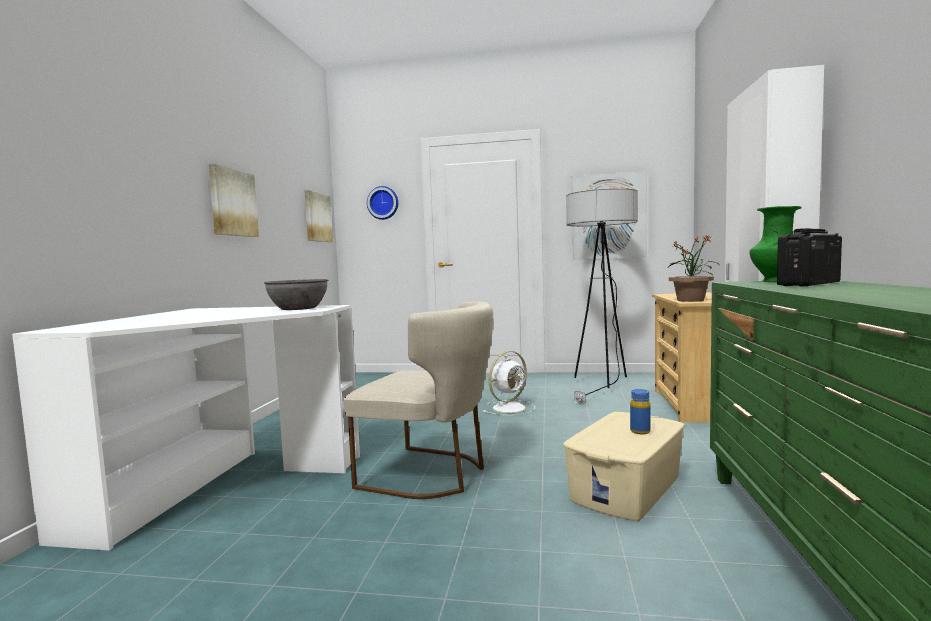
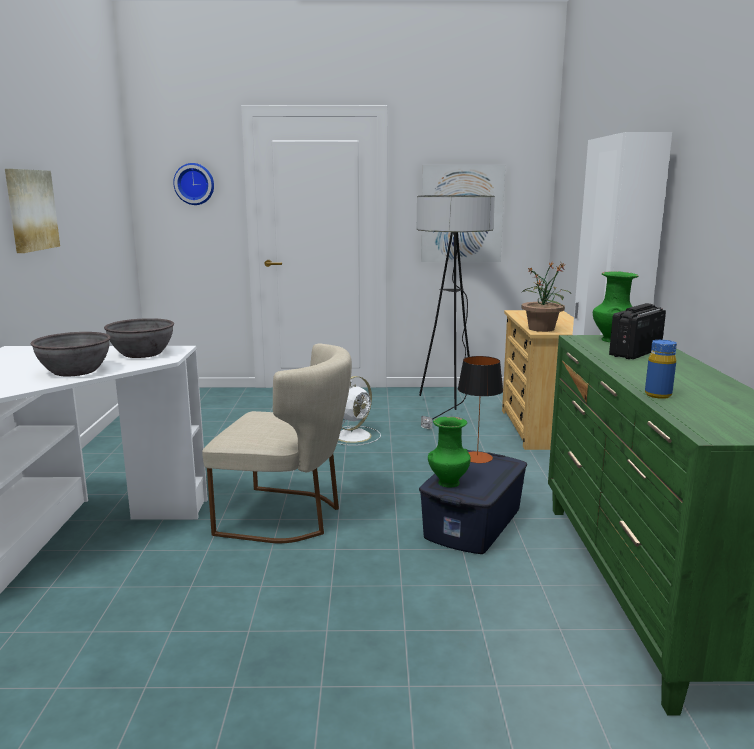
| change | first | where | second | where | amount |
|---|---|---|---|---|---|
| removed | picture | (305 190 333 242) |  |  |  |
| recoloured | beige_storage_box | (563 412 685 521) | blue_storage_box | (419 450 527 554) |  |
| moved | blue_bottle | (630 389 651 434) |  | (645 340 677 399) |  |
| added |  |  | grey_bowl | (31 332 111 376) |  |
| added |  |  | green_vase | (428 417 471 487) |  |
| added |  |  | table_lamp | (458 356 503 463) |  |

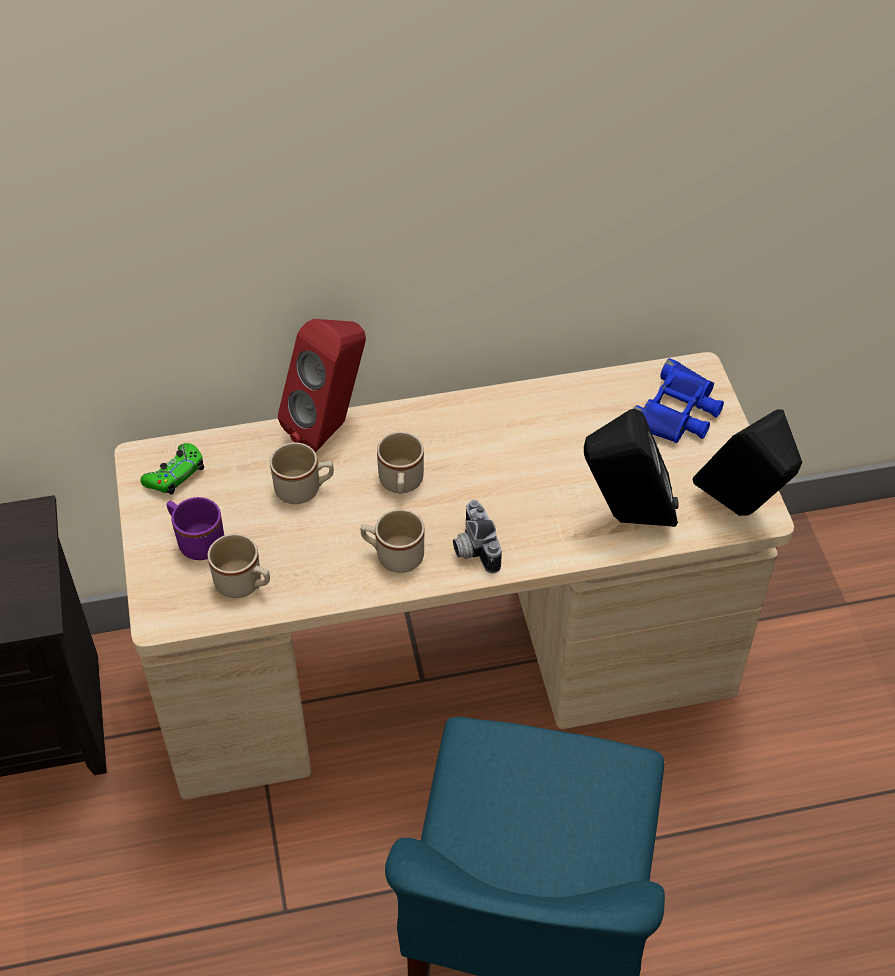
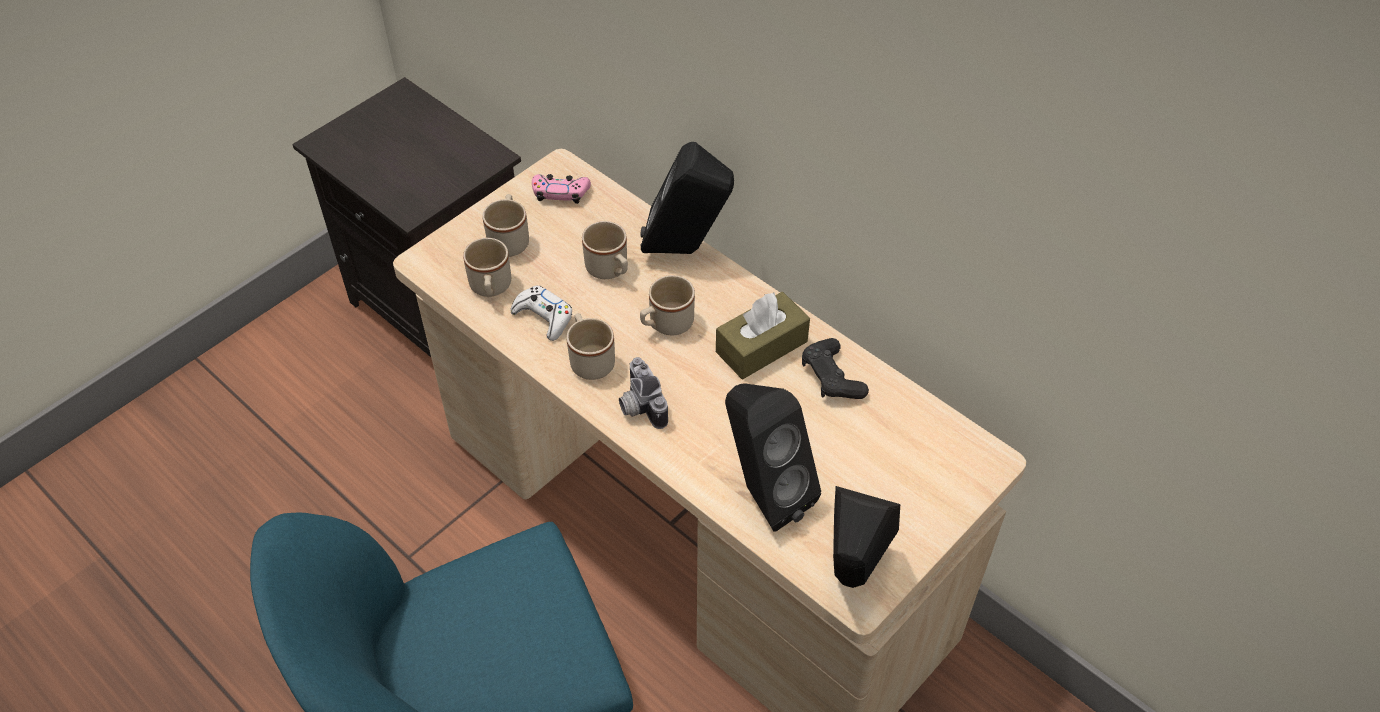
| change | first | where | second | where | amount |
|---|---|---|---|---|---|
| recoloured | green_game_controller | (140 443 204 495) | pink_game_controller | (532 174 591 204) |  |
| recoloured | purple_mug | (166 497 224 560) | beige_mug | (482 194 529 257) |  |
| recoloured | red_speaker | (278 319 366 453) | black_speaker | (640 142 734 254) |  |
| turned | photo_camera | (453 500 502 573) |  | (619 357 668 429) | 60 degrees counterclockwise |
| removed | blue_binoculars | (633 358 724 443) |  |  |  |
| added |  |  | white_game_controller | (511 286 572 341) |  |
| added |  |  | brown_tissue_box | (716 292 810 379) |  |
| added |  |  | black_game_controller | (802 338 869 399) |  |

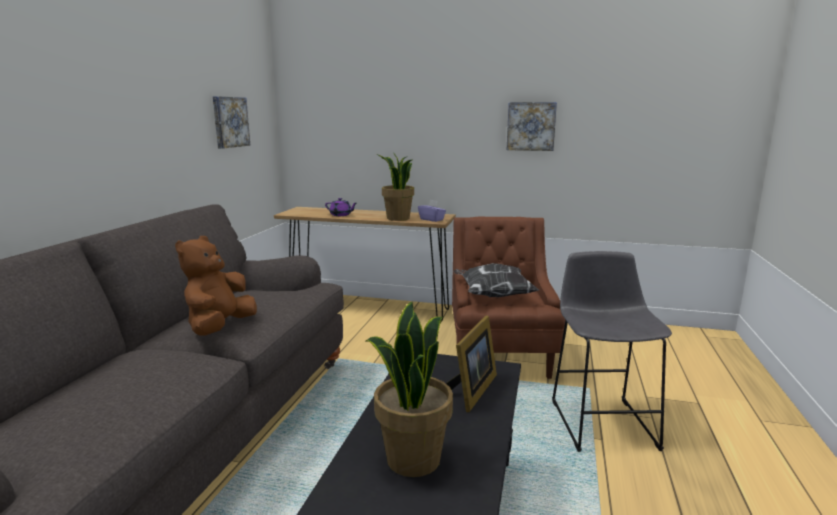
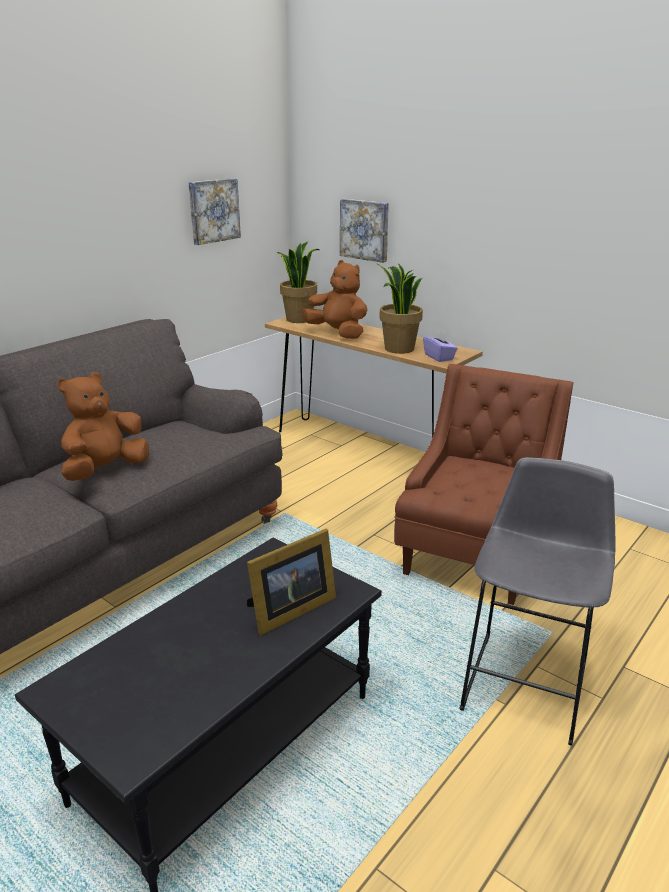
| change | first | where | second | where | amount |
|---|---|---|---|---|---|
| replaced | purple_teapot | (325 198 356 216) | brown_plush_toy | (302 260 367 339) |  |
| moved | potted_plant | (366 302 453 477) |  | (277 242 320 323) |  |
| removed | pillow | (454 263 539 297) |  |  |  |
| moved | picture | (507 102 557 151) |  | (340 199 389 263) |  |

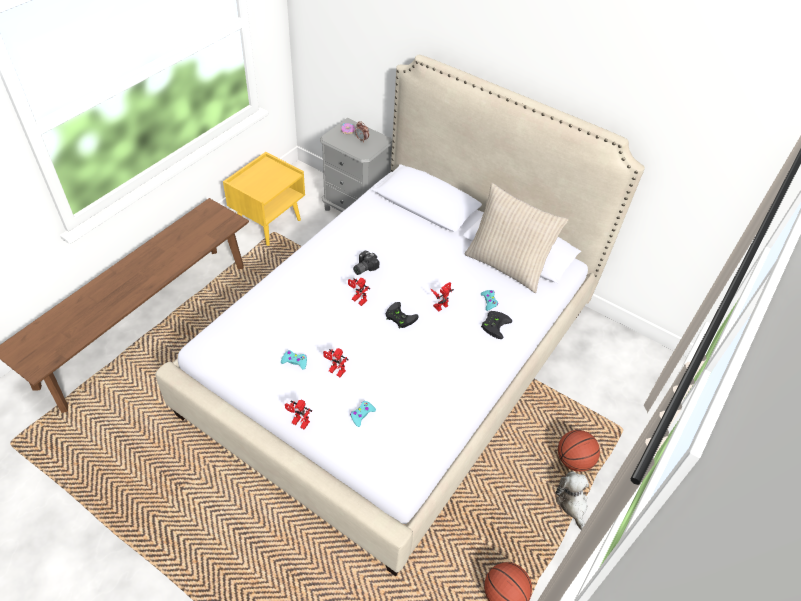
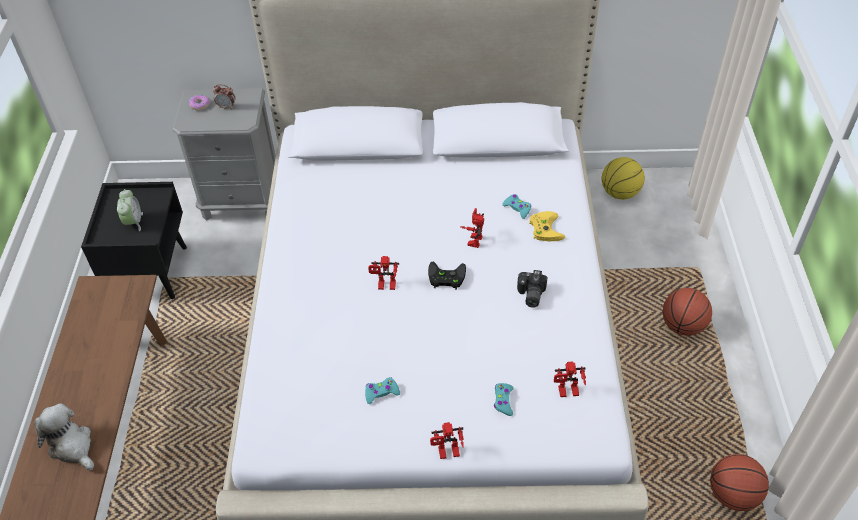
| change | first | where | second | where | amount |
|---|---|---|---|---|---|
| recoloured | yellow_nightstand | (223 152 305 246) | black_nightstand | (81 182 187 299) |  |
| moved | toy_robot | (323 349 349 377) |  | (554 362 586 397) |  |
| moved | photo_camera | (353 251 379 275) |  | (517 270 548 308) |  |
| removed | beige_pillow | (465 183 568 293) |  |  |  |
| recoloured | black_game_controller | (481 311 512 339) | yellow_game_controller | (529 211 565 241) |  |
| moved | plush_toy | (555 471 589 530) |  | (34 404 94 471) |  |
| added |  |  | alarm_clock | (117 189 143 231) |  |
| added |  |  | basketball | (602 157 645 199) |  |

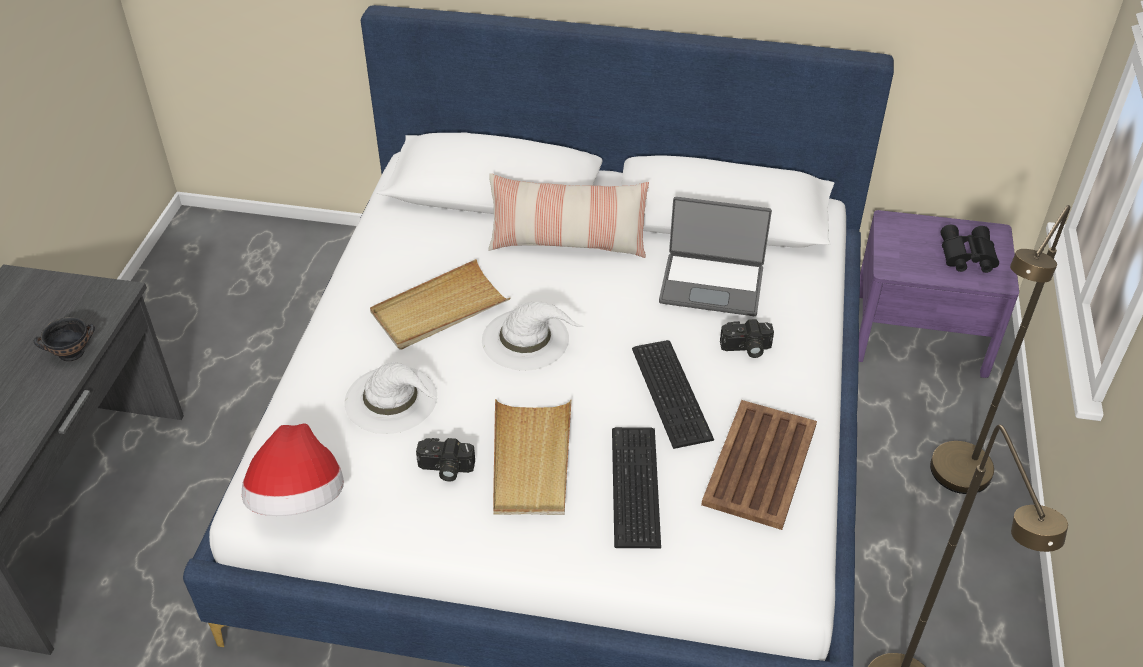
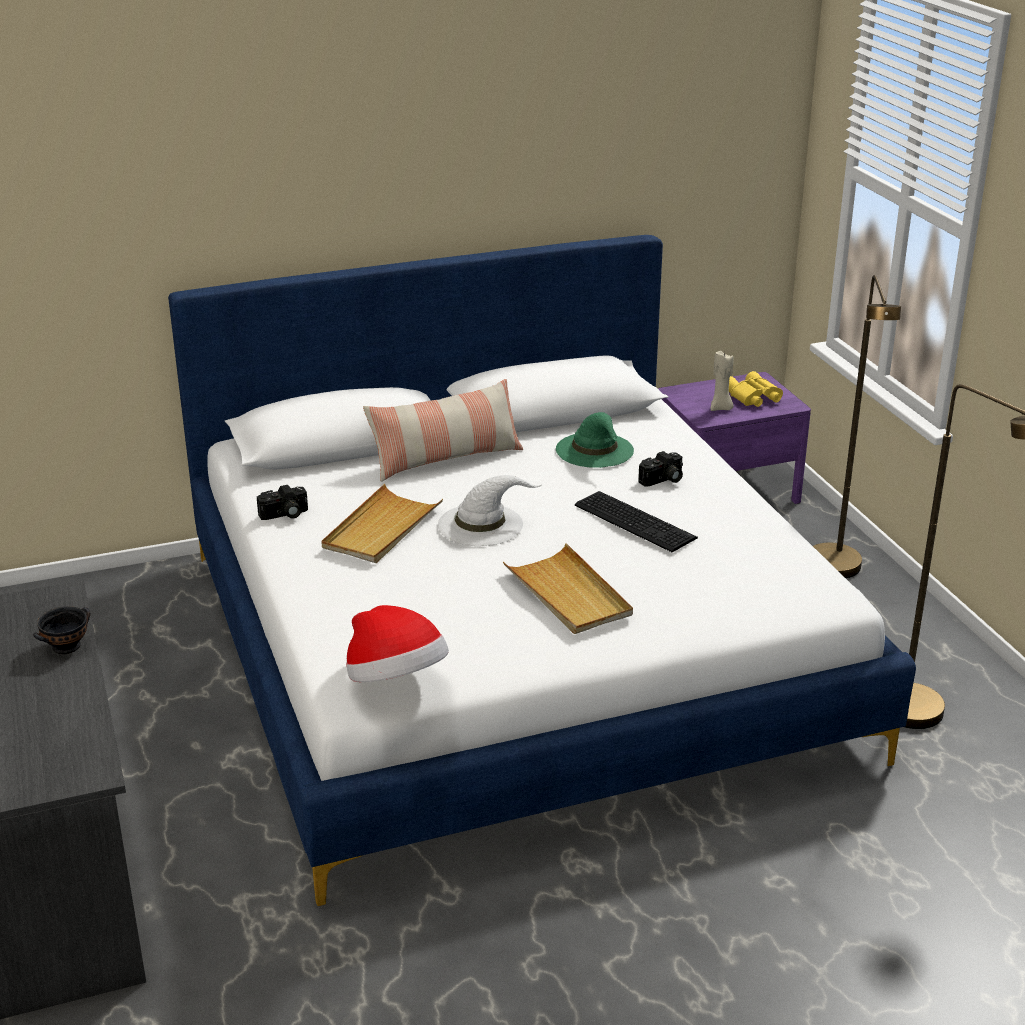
| change | first | where | second | where | amount |
|---|---|---|---|---|---|
| removed | white_hat | (344 362 438 434) |  |  |  |
| moved | photo_camera | (416 438 475 482) |  | (257 485 308 520) |  |
| removed | keyboard | (612 427 661 548) |  |  |  |
| replaced | laptop | (659 197 772 316) | green_hat | (556 412 634 468) |  |
| removed | brown_tray | (701 400 817 530) |  |  |  |
| recoloured | black_binoculars | (940 225 999 273) | yellow_binoculars | (729 371 783 407) |  |
| added |  |  | beige_candle | (711 351 734 411) |  |

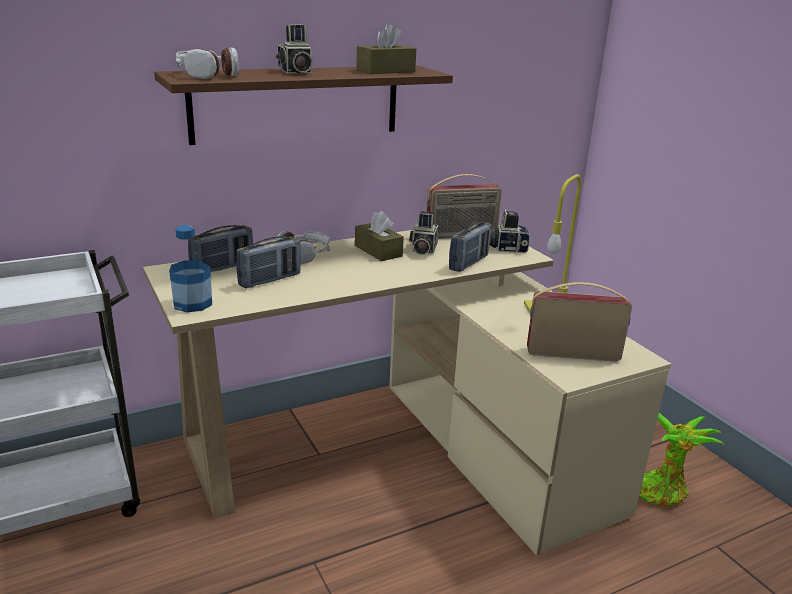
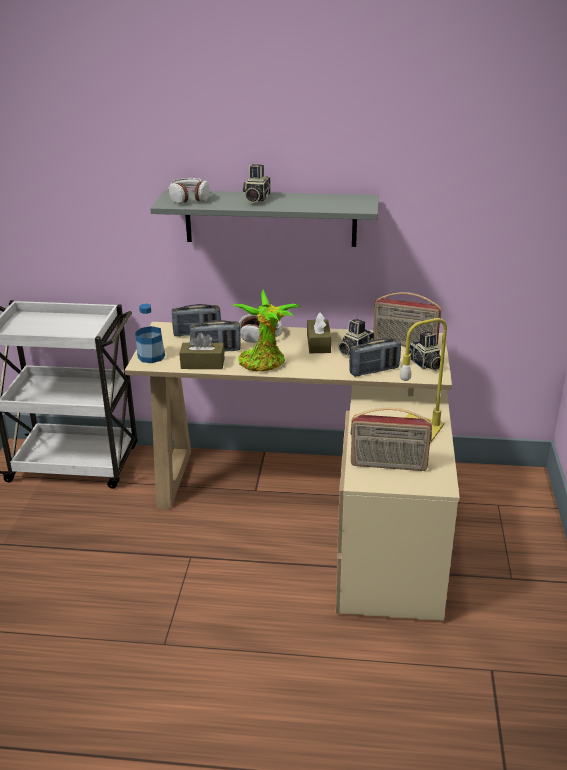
| change | first | where | second | where | amount |
|---|---|---|---|---|---|
| recoloured | brown_shelf | (154 66 453 145) | grey_shelf | (150 190 379 247) |  |
| moved | brown_tissue_box | (356 23 416 74) |  | (180 332 225 369) |  |
| turned | photo_camera | (490 209 530 253) |  | (409 331 441 371) | 150 degrees counterclockwise |
| turned | radio | (527 282 632 362) |  | (350 407 432 471) | 150 degrees clockwise |
| moved | potted_plant | (639 413 725 507) |  | (232 289 301 371) |  |

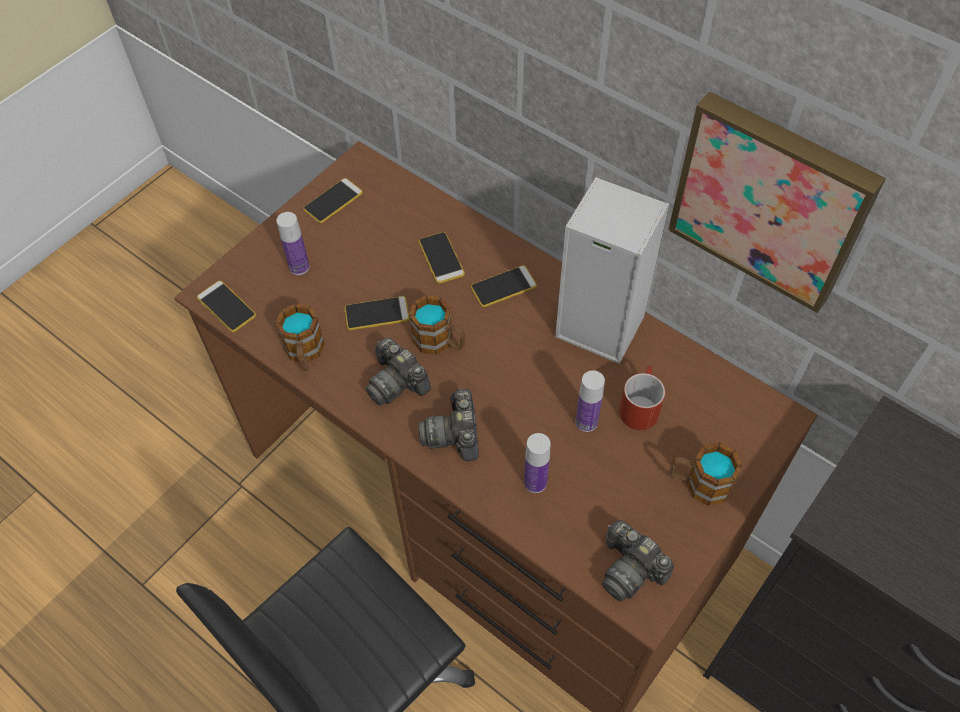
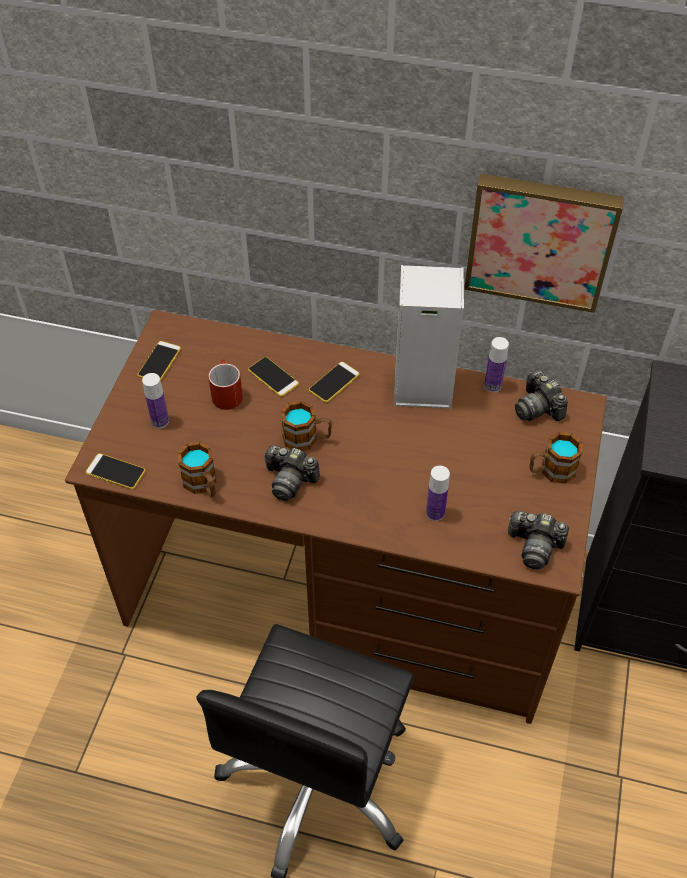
| change | first | where | second | where | amount |
|---|---|---|---|---|---|
| removed | phone | (345 296 410 330) |  |  |  |
| moved | photo_camera | (419 388 479 461) |  | (515 370 568 421) |  |
| moved | bottle | (575 370 605 432) |  | (484 337 509 392) |  |
| moved | red_mug | (619 366 665 430) |  | (208 360 243 410) |  |

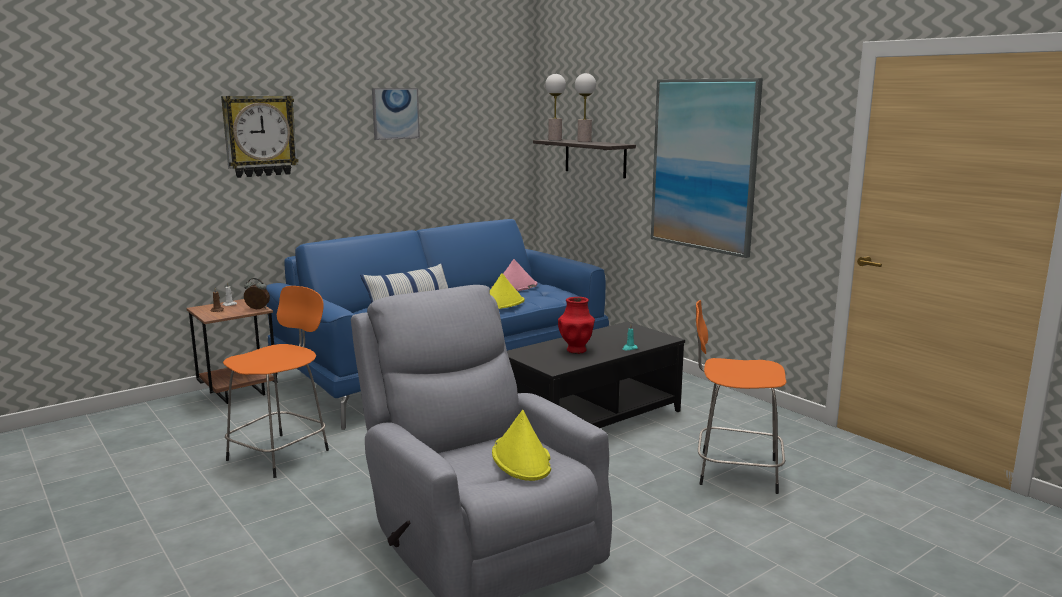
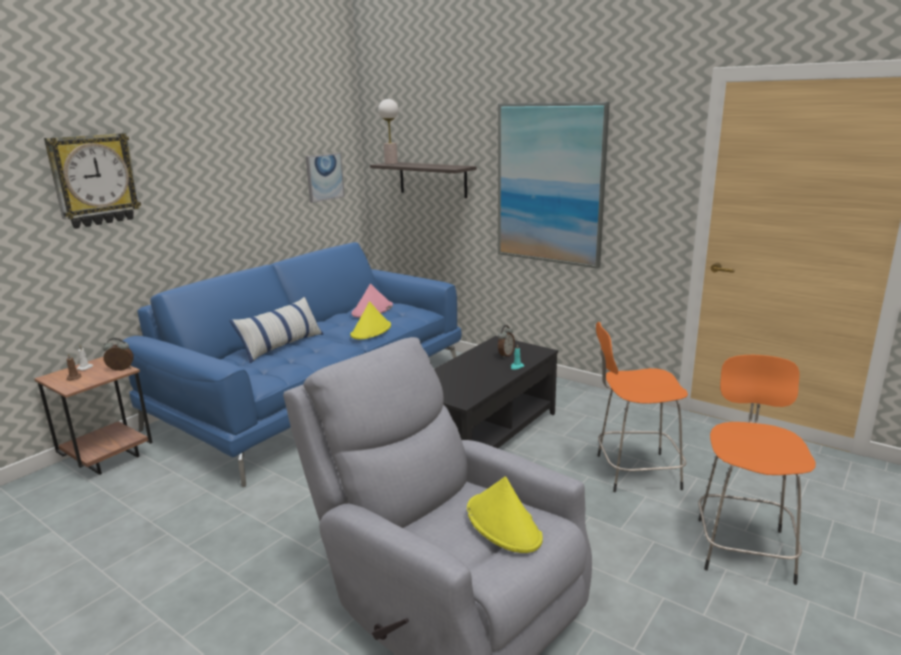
| change | first | where | second | where | amount |
|---|---|---|---|---|---|
| moved | orange_stool | (223 286 329 478) |  | (698 355 816 585) |  |
| moved | picture | (372 88 420 140) |  | (306 153 345 203) |  |
| removed | red_vase | (558 297 595 354) |  |  |  |
| removed | table_lamp | (575 73 596 142) |  |  |  |
| added |  |  | alarm_clock | (498 325 515 358) |  |

